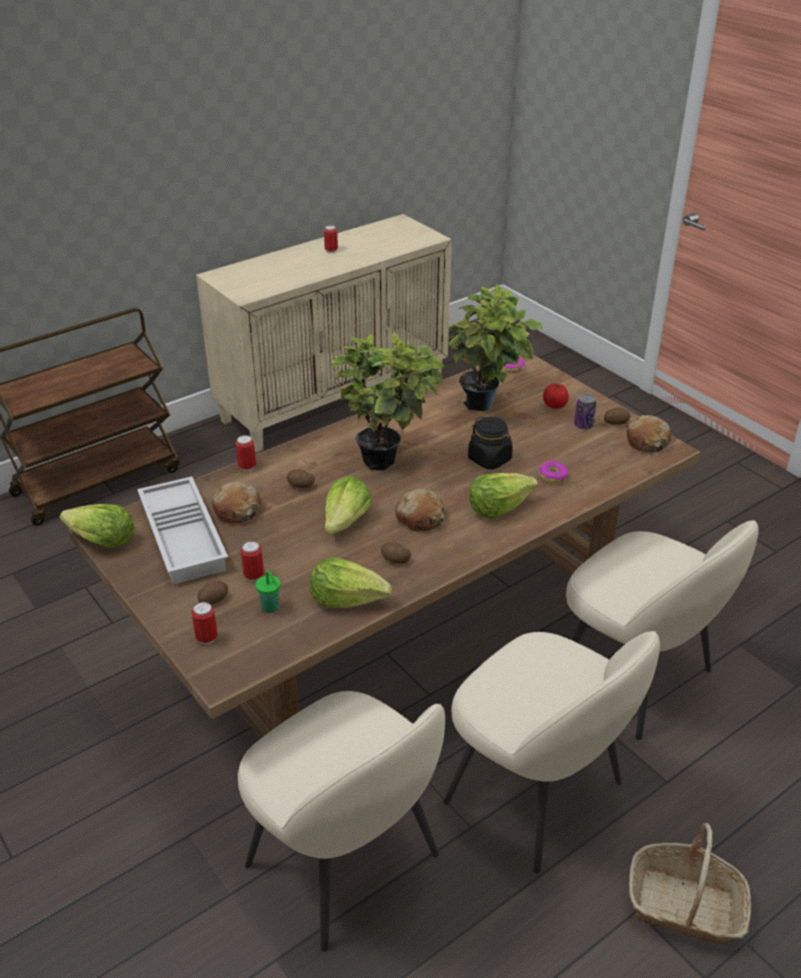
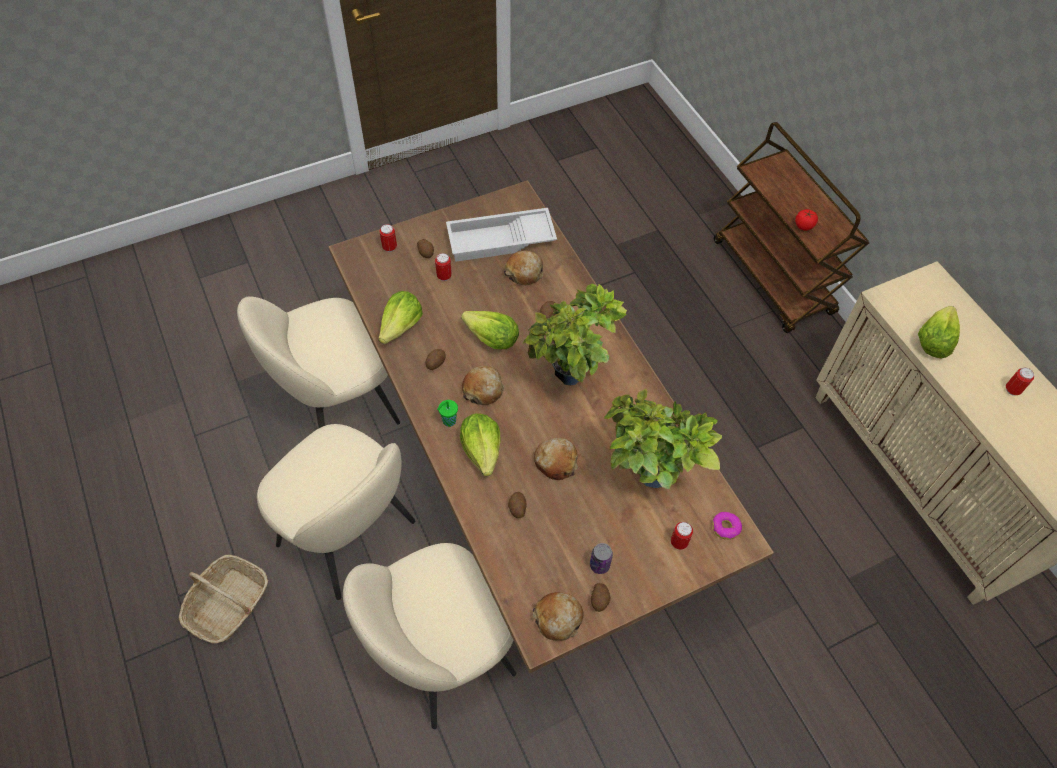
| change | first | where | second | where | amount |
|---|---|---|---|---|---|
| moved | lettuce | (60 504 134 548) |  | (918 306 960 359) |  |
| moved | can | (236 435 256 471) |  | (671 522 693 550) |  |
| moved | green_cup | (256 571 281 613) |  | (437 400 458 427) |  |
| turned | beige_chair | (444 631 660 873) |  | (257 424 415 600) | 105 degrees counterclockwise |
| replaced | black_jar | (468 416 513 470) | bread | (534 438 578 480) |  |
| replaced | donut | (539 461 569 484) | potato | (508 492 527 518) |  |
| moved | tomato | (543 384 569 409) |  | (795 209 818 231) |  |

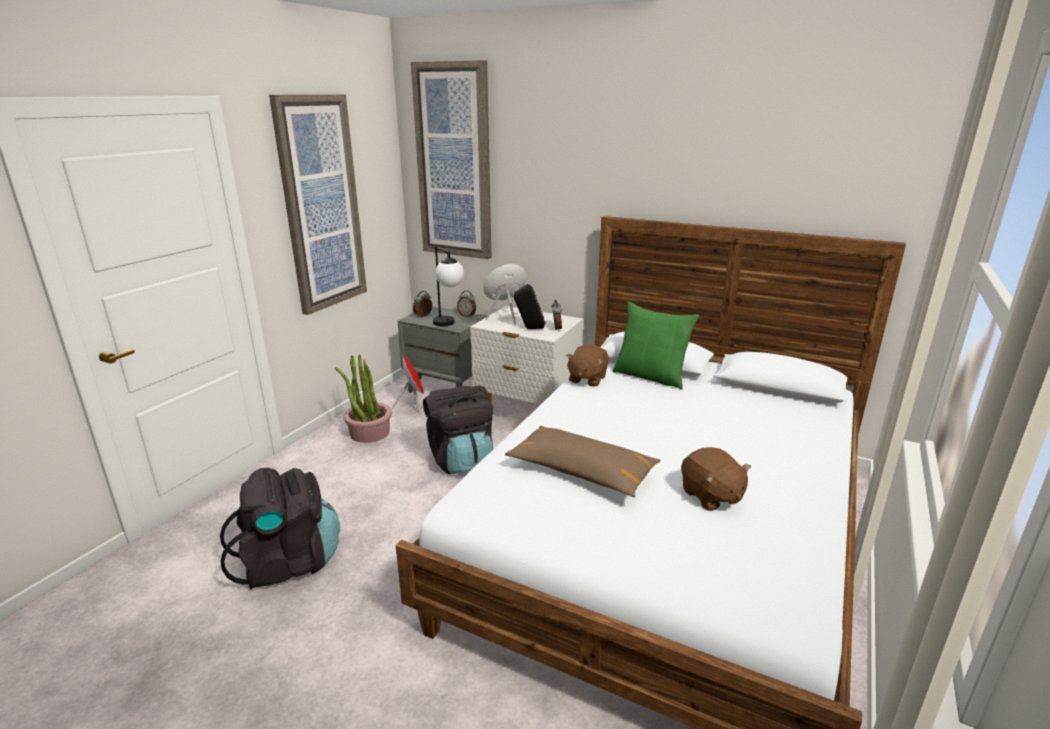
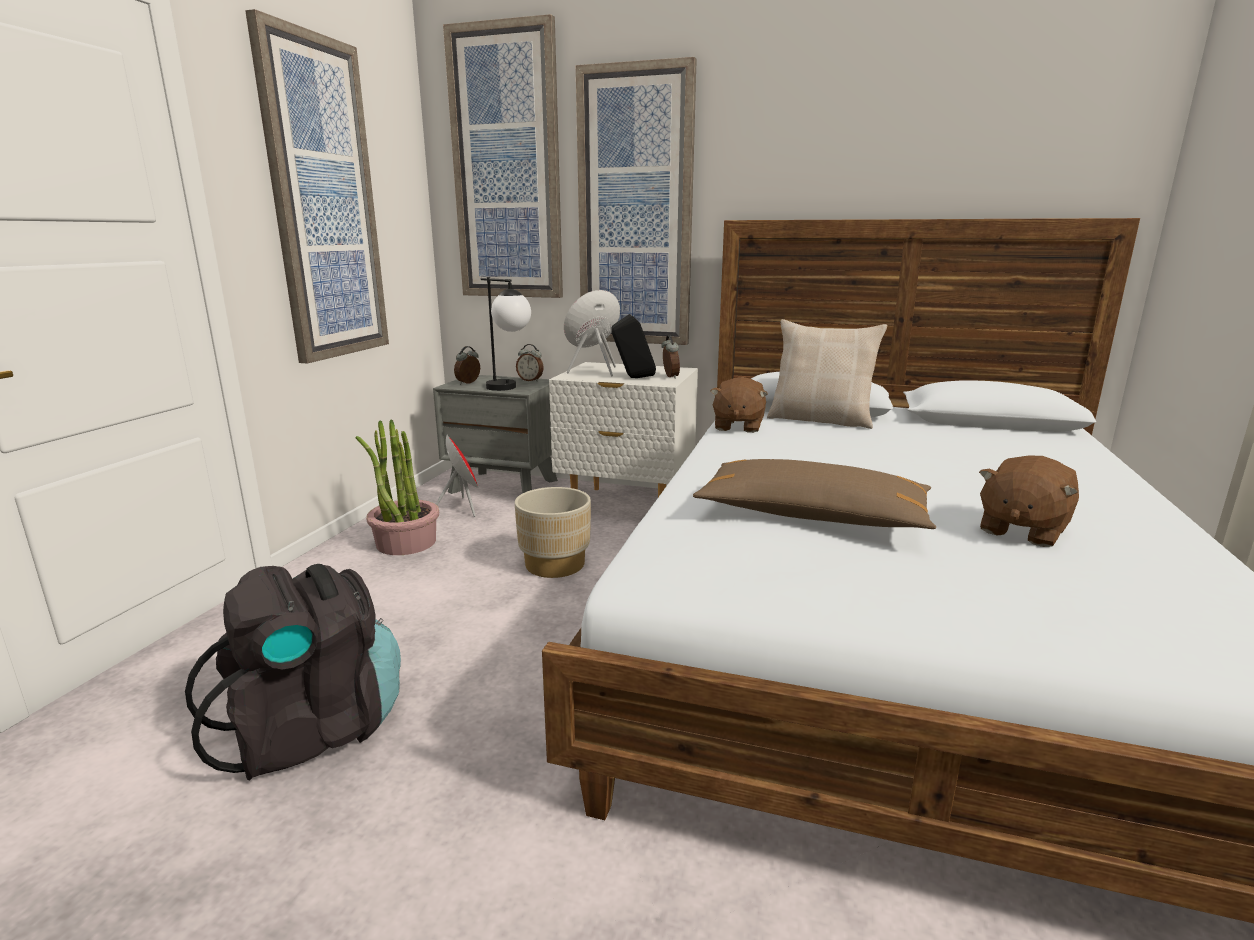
| change | first | where | second | where | amount |
|---|---|---|---|---|---|
| replaced | black_backpack | (423 386 494 474) | beige_planter | (515 487 591 578) |  |
| recoloured | green_pillow | (613 302 699 389) | beige_pillow | (767 319 887 429) |  |
| turned | brown_plush_toy | (681 447 751 511) |  | (979 455 1079 547) | 75 degrees clockwise |
| added |  |  | picture | (576 57 697 345) |  |

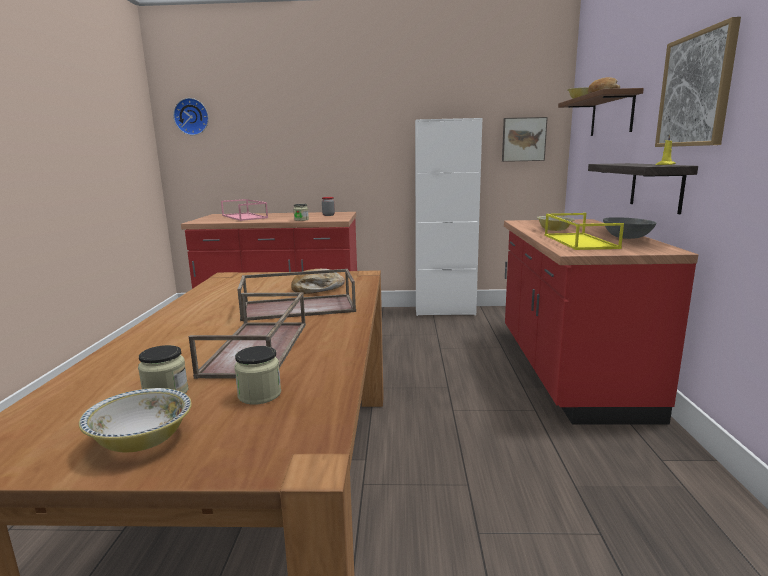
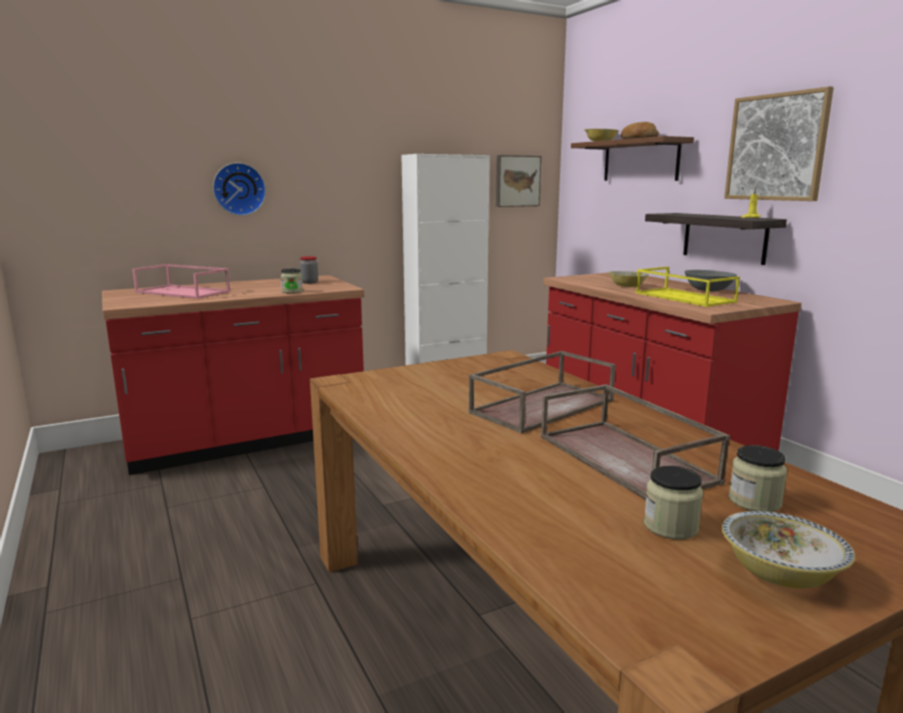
| change | first | where | second | where | amount |
|---|---|---|---|---|---|
| moved | wall_clock | (173 98 209 135) |  | (213 163 266 216) |  |
| removed | bread | (291 269 345 294) |  |  |  |

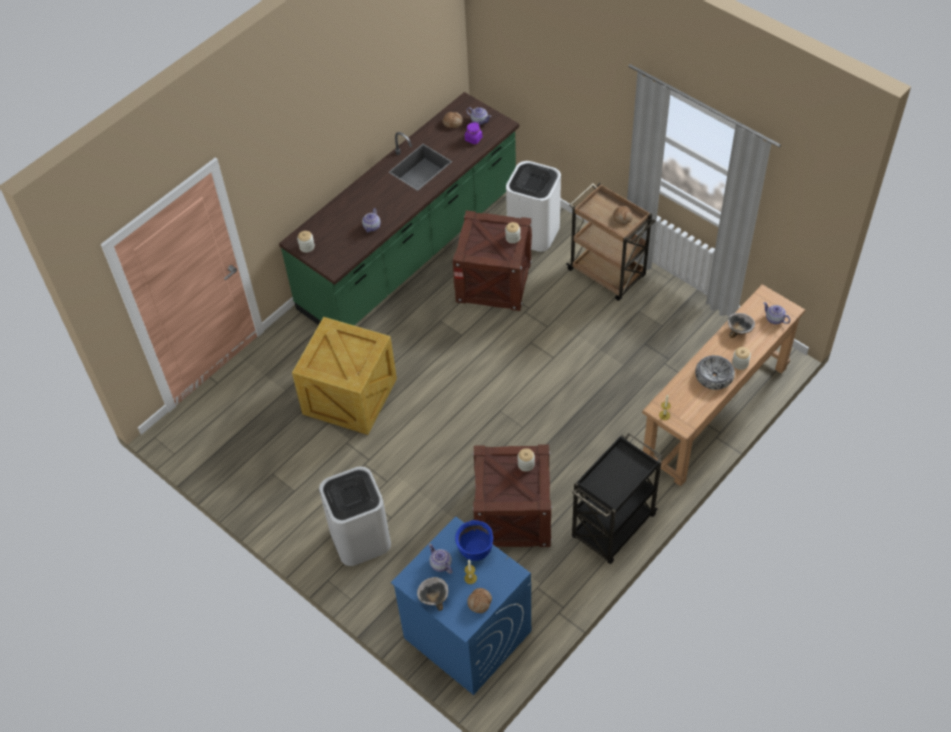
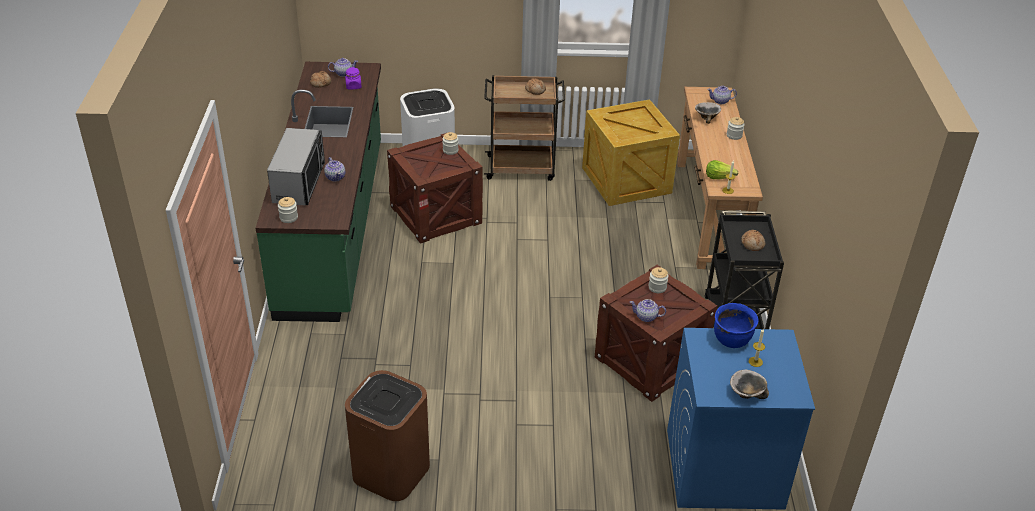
| change | first | where | second | where | amount |
|---|---|---|---|---|---|
| moved | crate | (292 317 397 435) |  | (582 99 680 206) |  |
| removed | white_trash_can | (319 467 391 566) |  |  |  |
| moved | teapot | (429 544 452 574) |  | (630 299 666 322) |  |
| moved | bread | (467 588 492 613) |  | (741 230 765 251) |  |
| removed | bowl | (695 355 735 390) |  |  |  |
| added |  |  | microwave | (267 128 325 205) |  |
| added |  |  | brown_trash_can | (345 370 430 501) |  |
| added |  |  | lettuce | (706 160 738 179) |  |

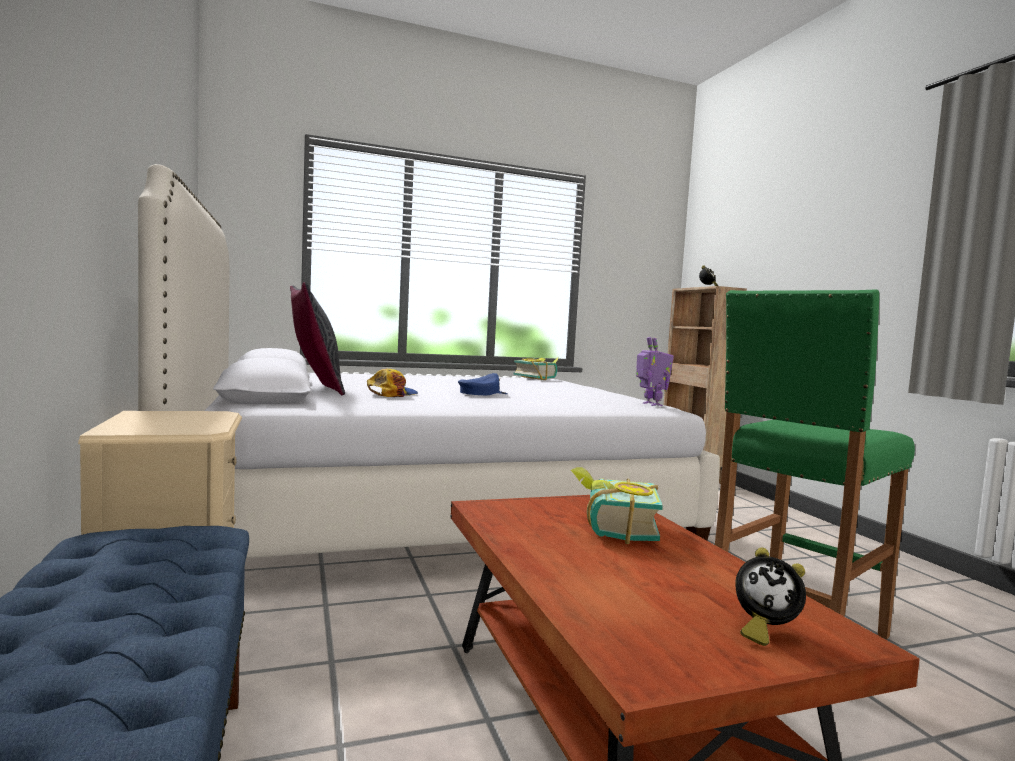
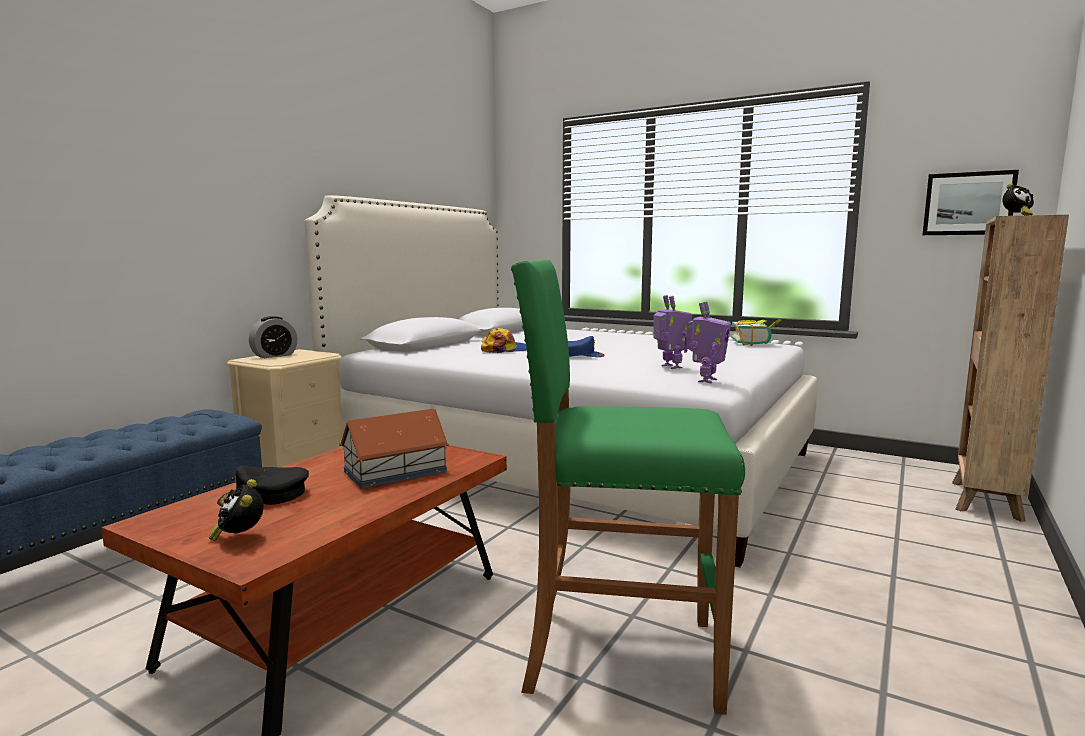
| change | first | where | second | where | amount |
|---|---|---|---|---|---|
| removed | grey_pillow | (290 282 345 395) |  |  |  |
| replaced | book | (571 467 663 544) | toy_house | (339 409 449 489) |  |
| added |  |  | black_cap | (217 466 309 507) |  |
| added |  |  | alarm_clock | (249 316 298 358) |  |
| added |  |  | toy_robot | (653 295 692 369) |  |
| added |  |  | picture | (922 170 1019 235) |  |

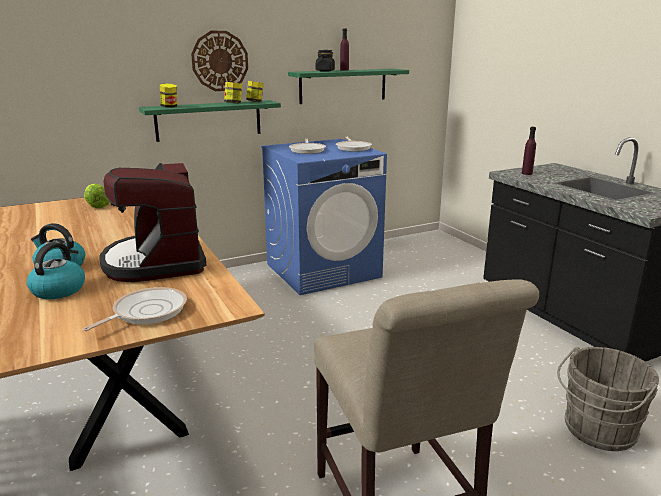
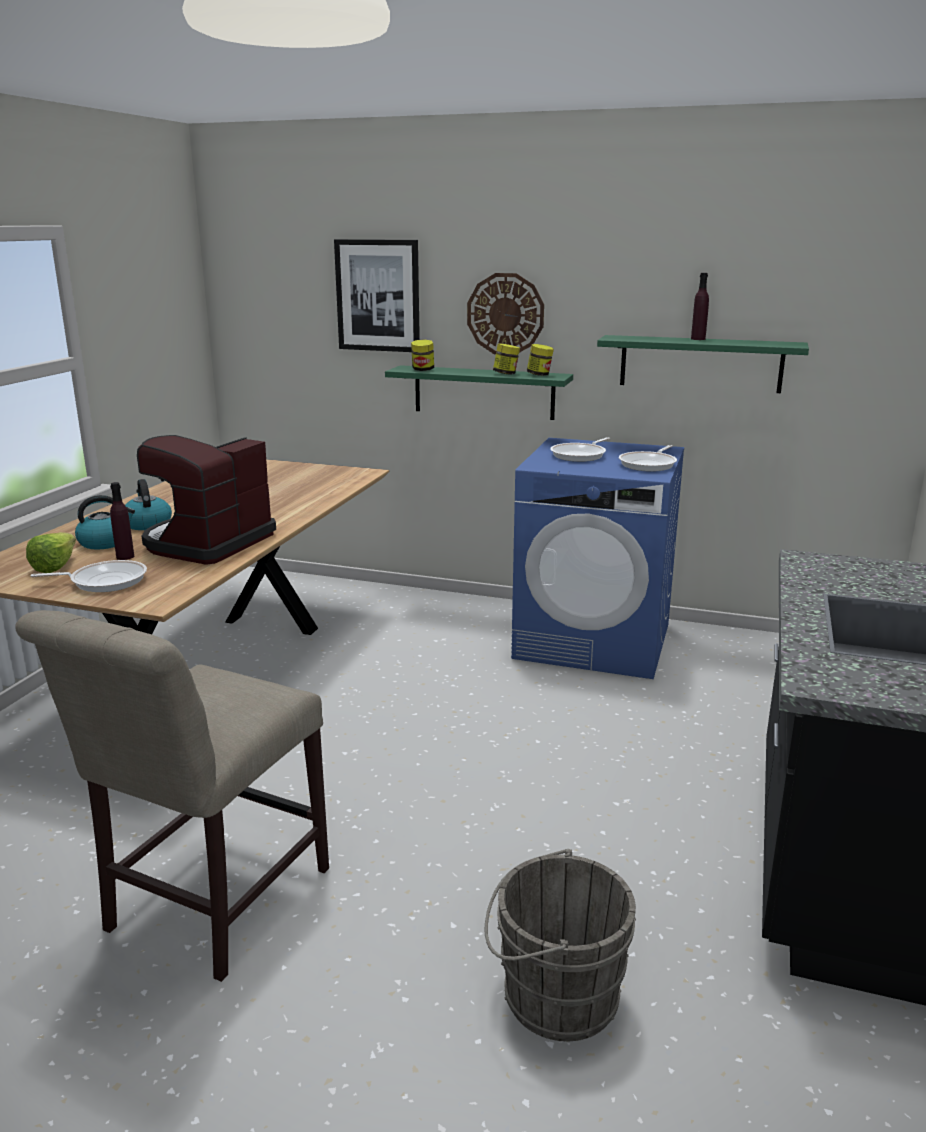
| change | first | where | second | where | amount |
|---|---|---|---|---|---|
| moved | lettuce | (84 184 110 208) |  | (26 532 76 573) |  |
| removed | black_jar | (316 50 335 72) |  |  |  |
| moved | purple_bottle | (522 127 536 175) |  | (110 482 134 560) |  |
| added |  |  | picture | (334 239 420 352) |  |

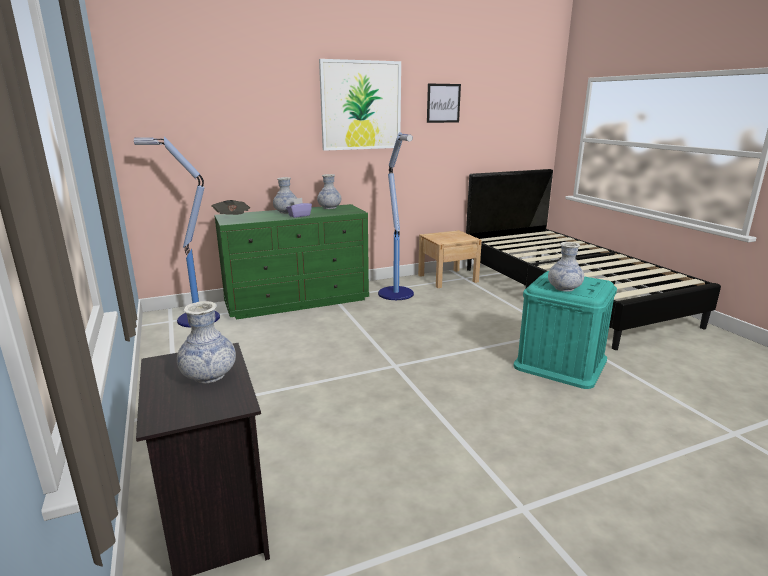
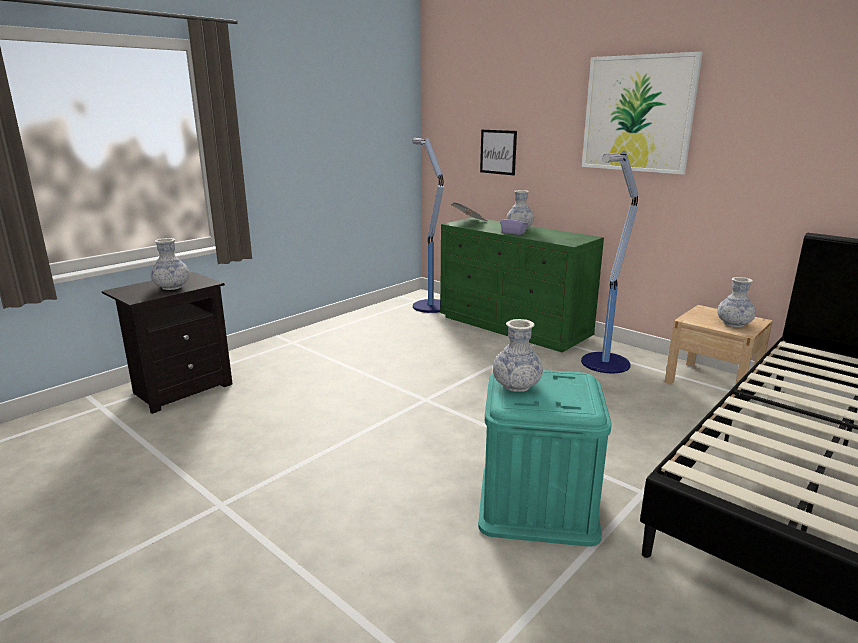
| change | first | where | second | where | amount |
|---|---|---|---|---|---|
| moved | vase | (317 174 341 209) |  | (717 277 756 327) |  |
| moved | picture | (427 84 461 123) |  | (480 130 517 175) |  |

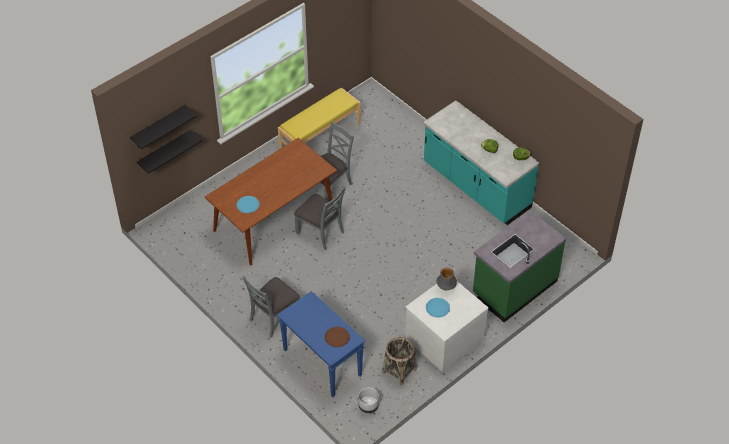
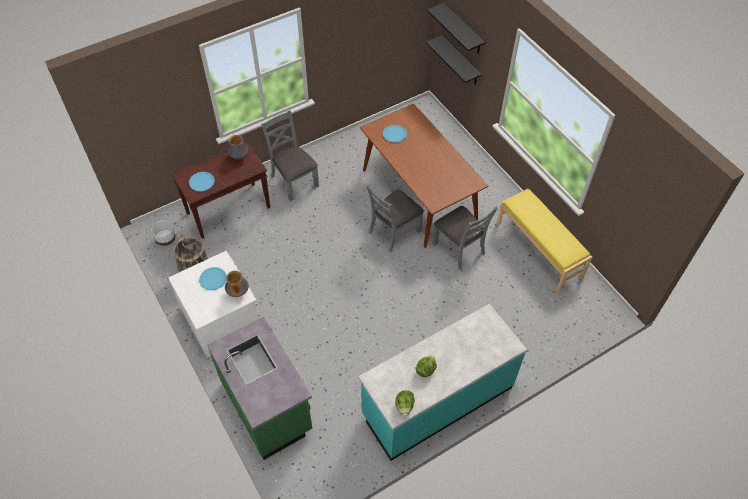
| change | first | where | second | where | amount |
|---|---|---|---|---|---|
| recoloured | blue_console_table | (277 291 365 397) | brown_console_table | (171 141 270 239) |  |
| recoloured | brown_plate | (325 327 350 347) | blue_plate | (189 172 215 191) |  |
| added |  |  | vase | (227 135 249 160) |  |

